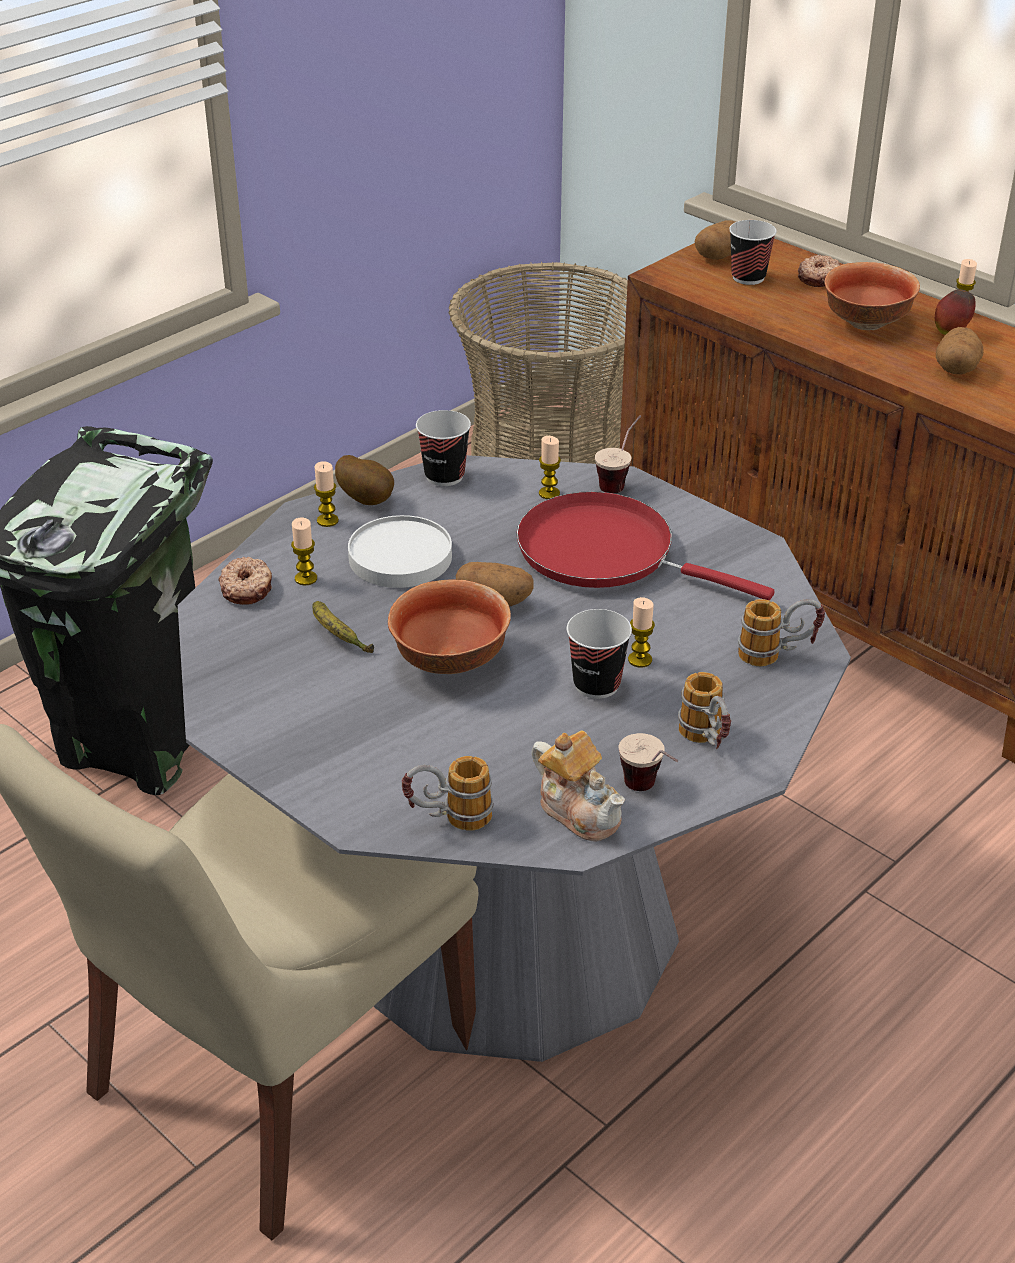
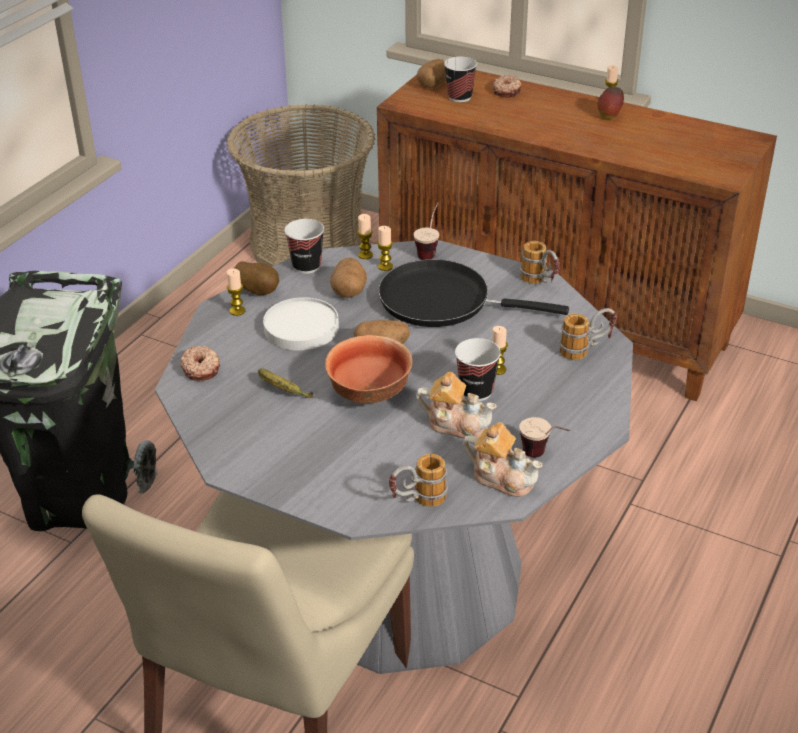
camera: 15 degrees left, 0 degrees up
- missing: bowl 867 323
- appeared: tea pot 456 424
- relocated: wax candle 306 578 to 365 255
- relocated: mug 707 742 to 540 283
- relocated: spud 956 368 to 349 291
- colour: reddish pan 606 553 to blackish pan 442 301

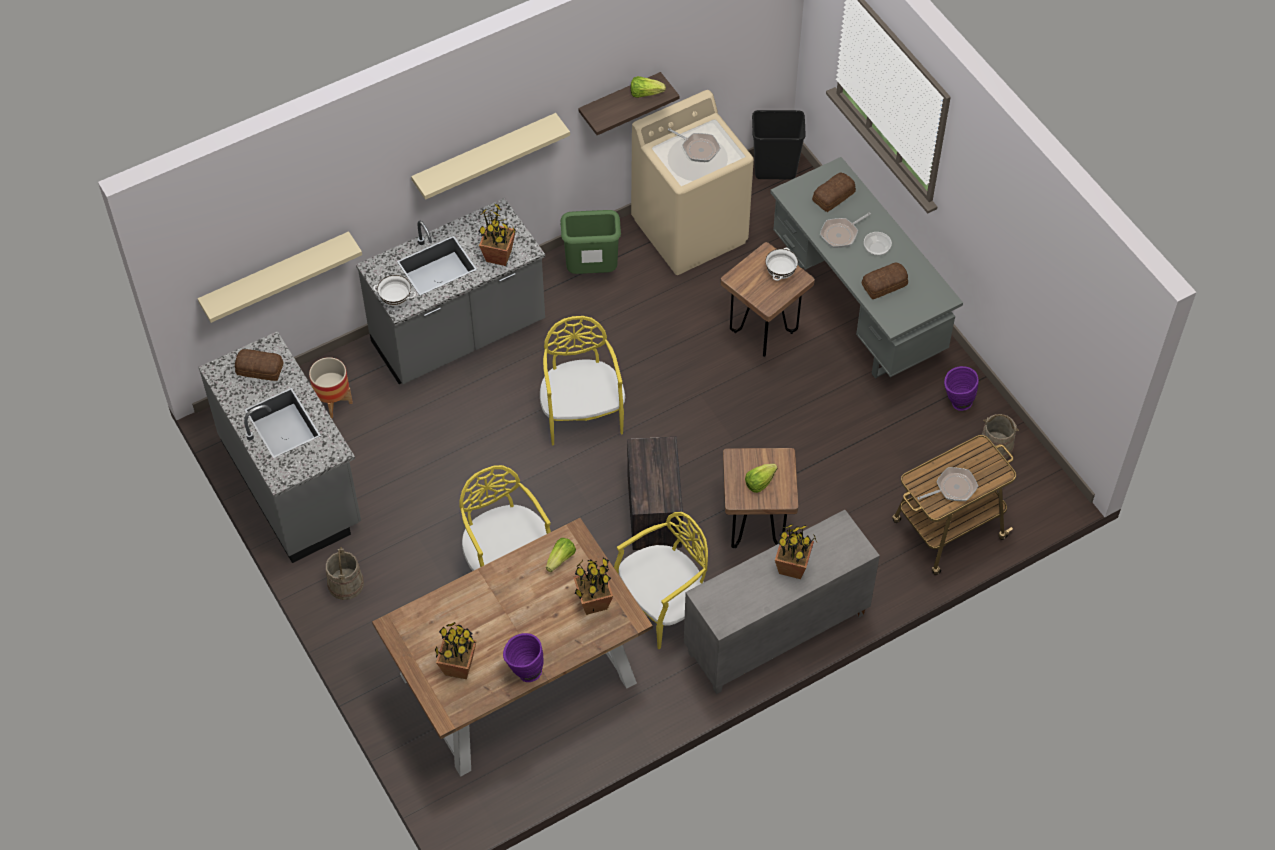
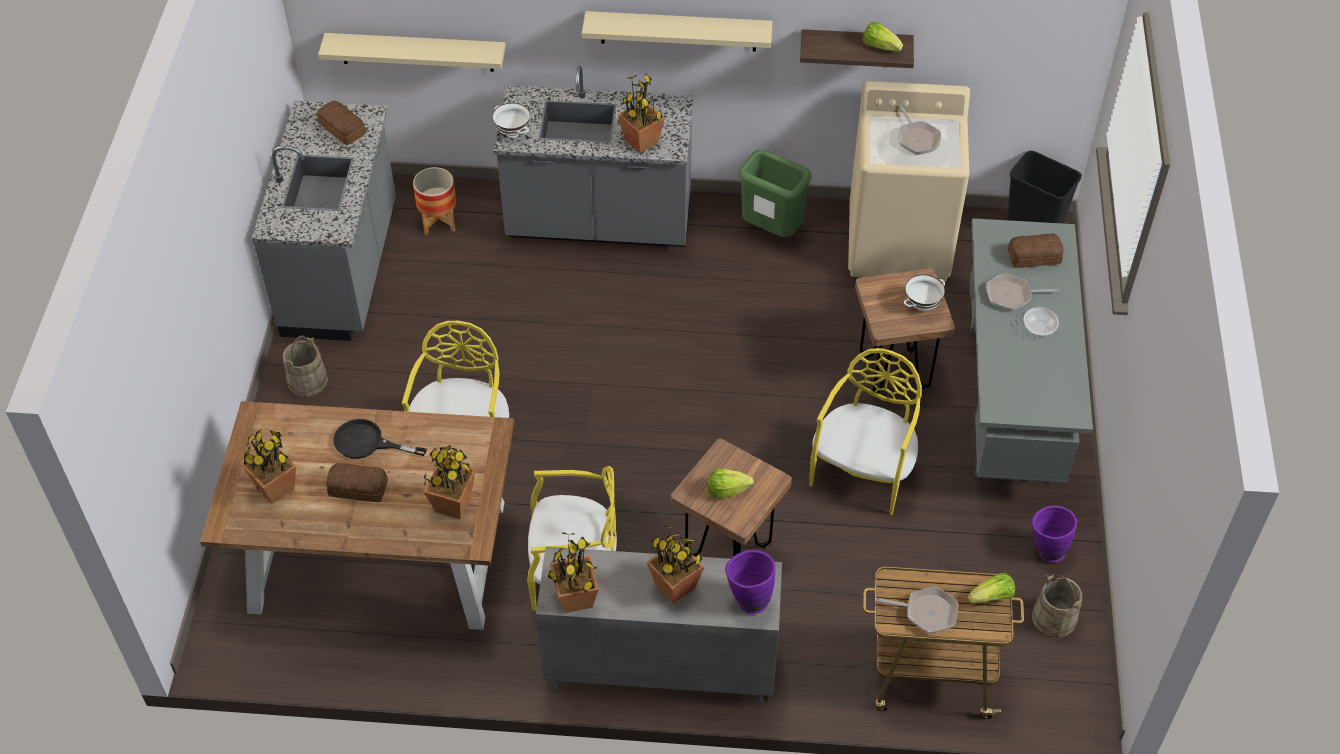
camera: 35 degrees right, 5 degrees down
- missing: packing crate 653 510
- appeared: blackish pan 367 443
- appeared: houseplant 576 599
- relocated: purplish flower vase 524 671 to 748 599
- relocated: yellow-coloured upright chair 582 414 to 863 472
- relocated: head of lettuce 561 559 to 992 597
- relocated: bread 885 285 to 359 489

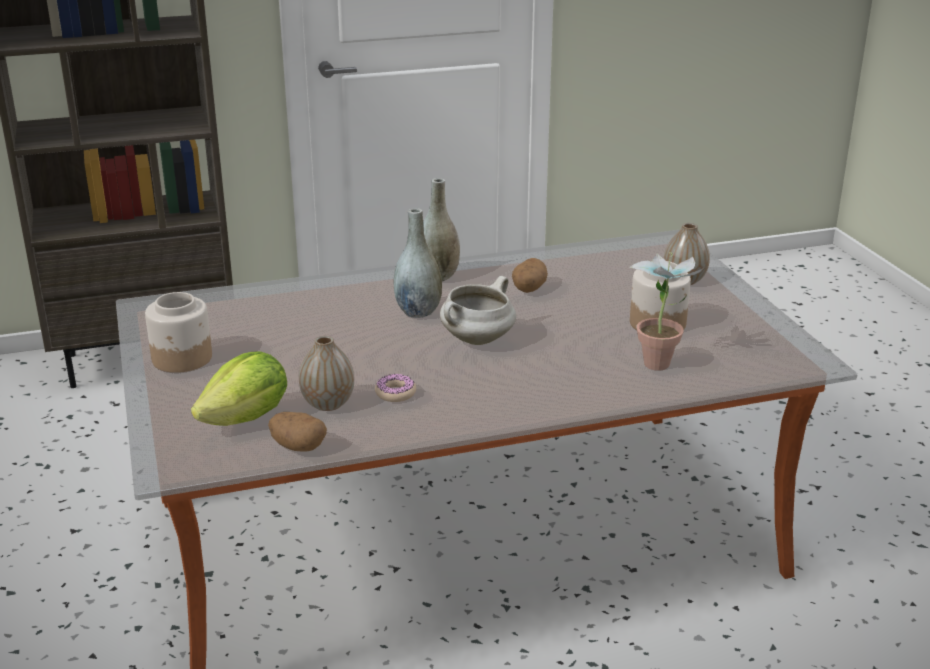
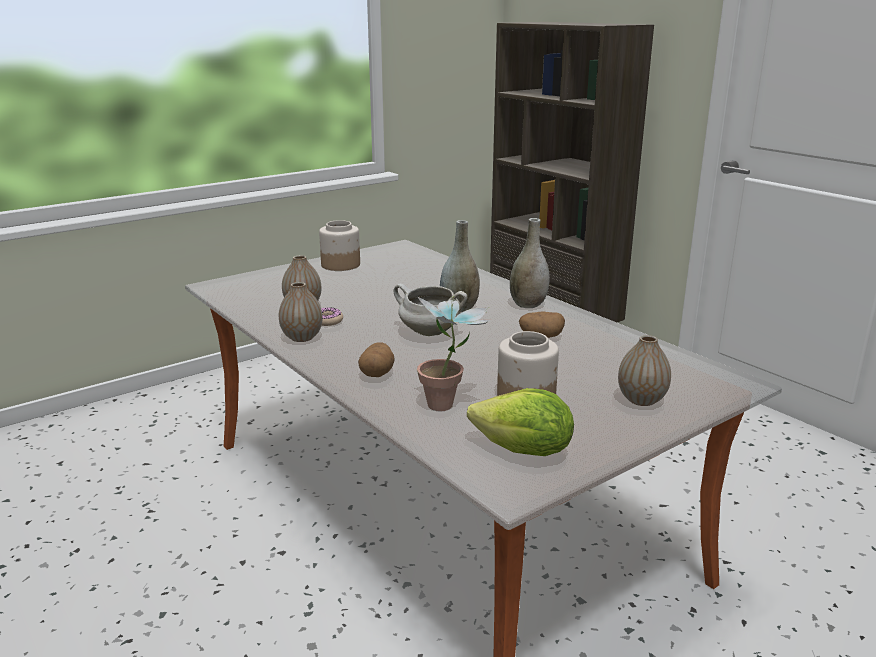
camera: 70 degrees right, 5 degrees down
- appeared: flower vase 302 338
- relocated: head of lettuce 247 418 to 524 451
- relocated: spud 298 446 to 377 373

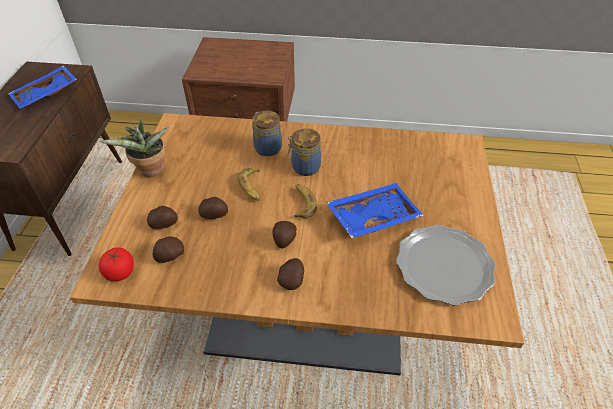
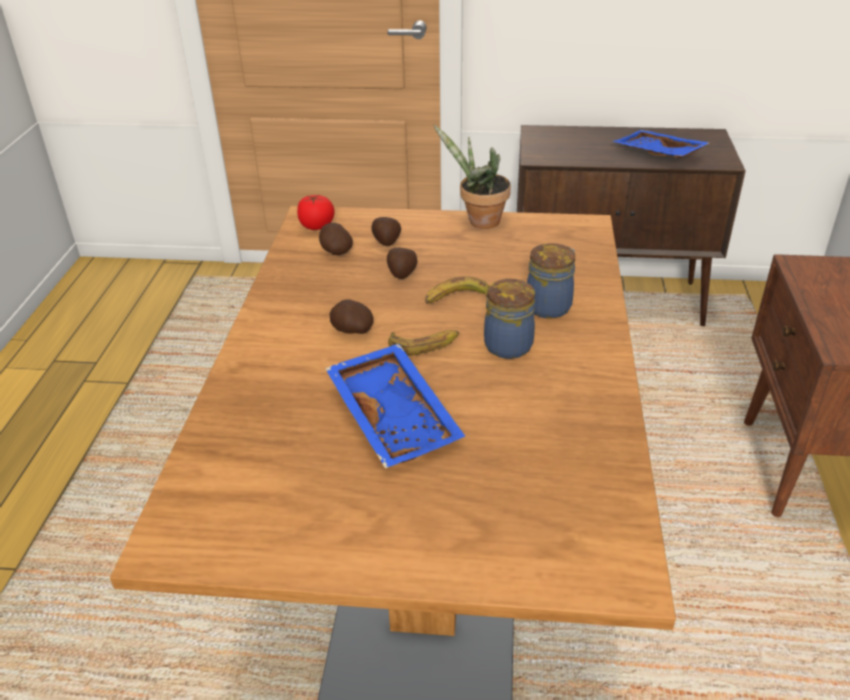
camera: 90 degrees right, 10 degrees down
- missing: spud 292 280
- missing: flat dish 444 266

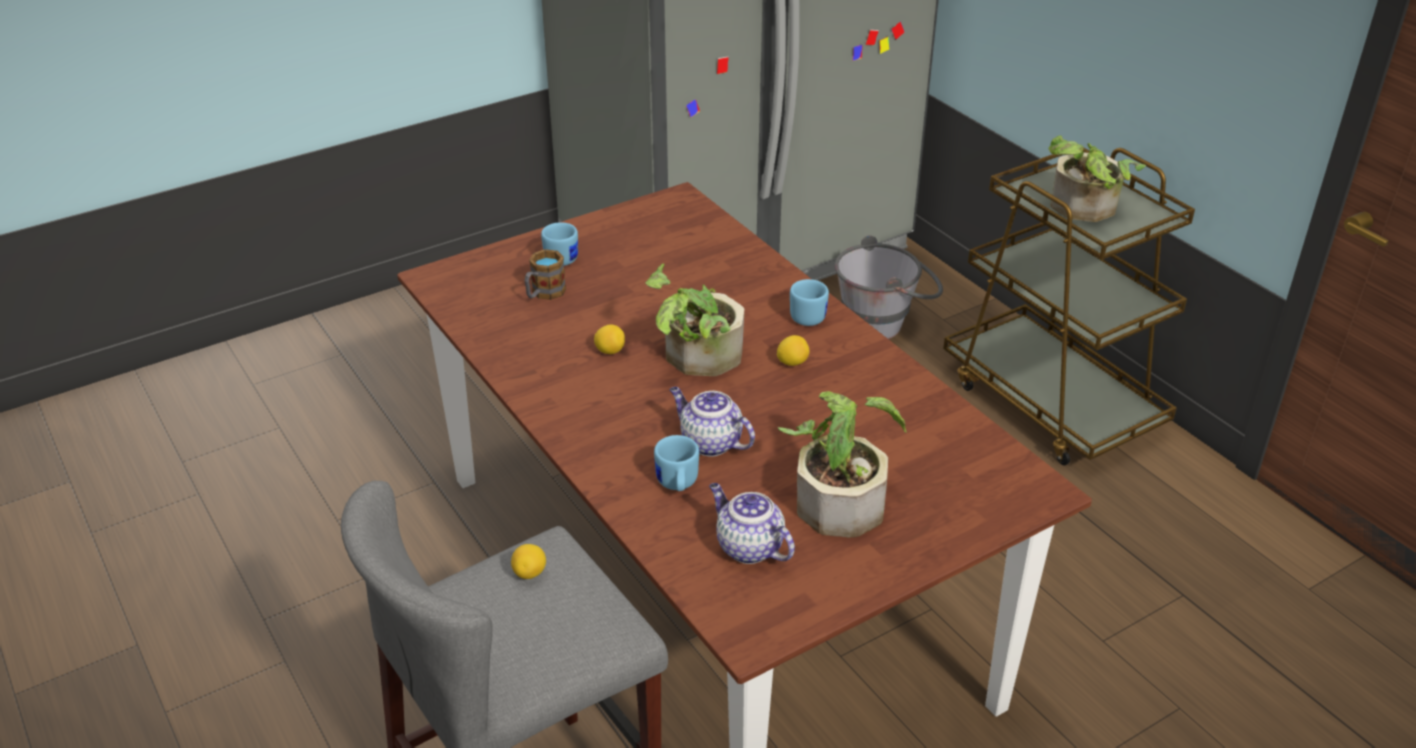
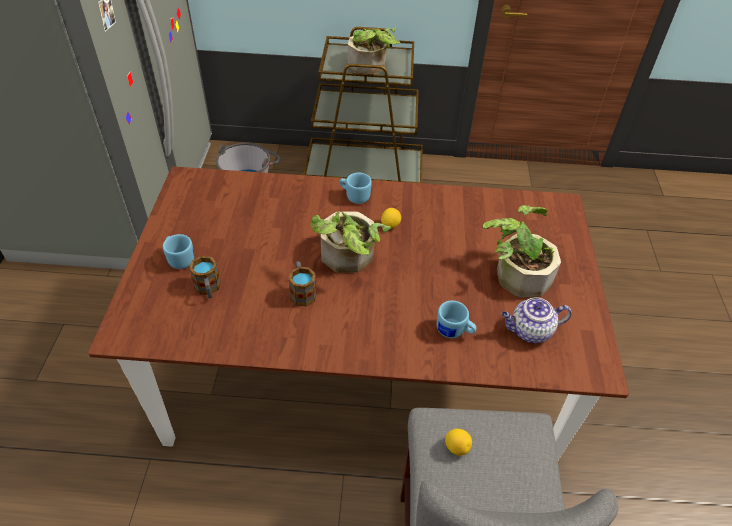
camera: 55 degrees left, 10 degrees up
- missing: tea pot 709 442
- exchanged: citrus fruit 610 351 to mug 302 291

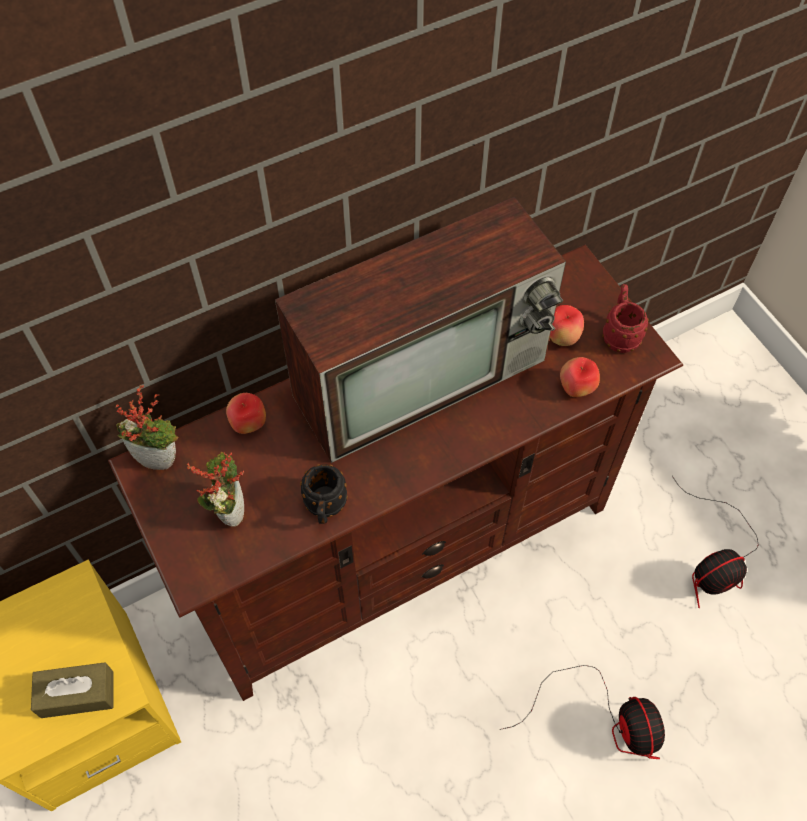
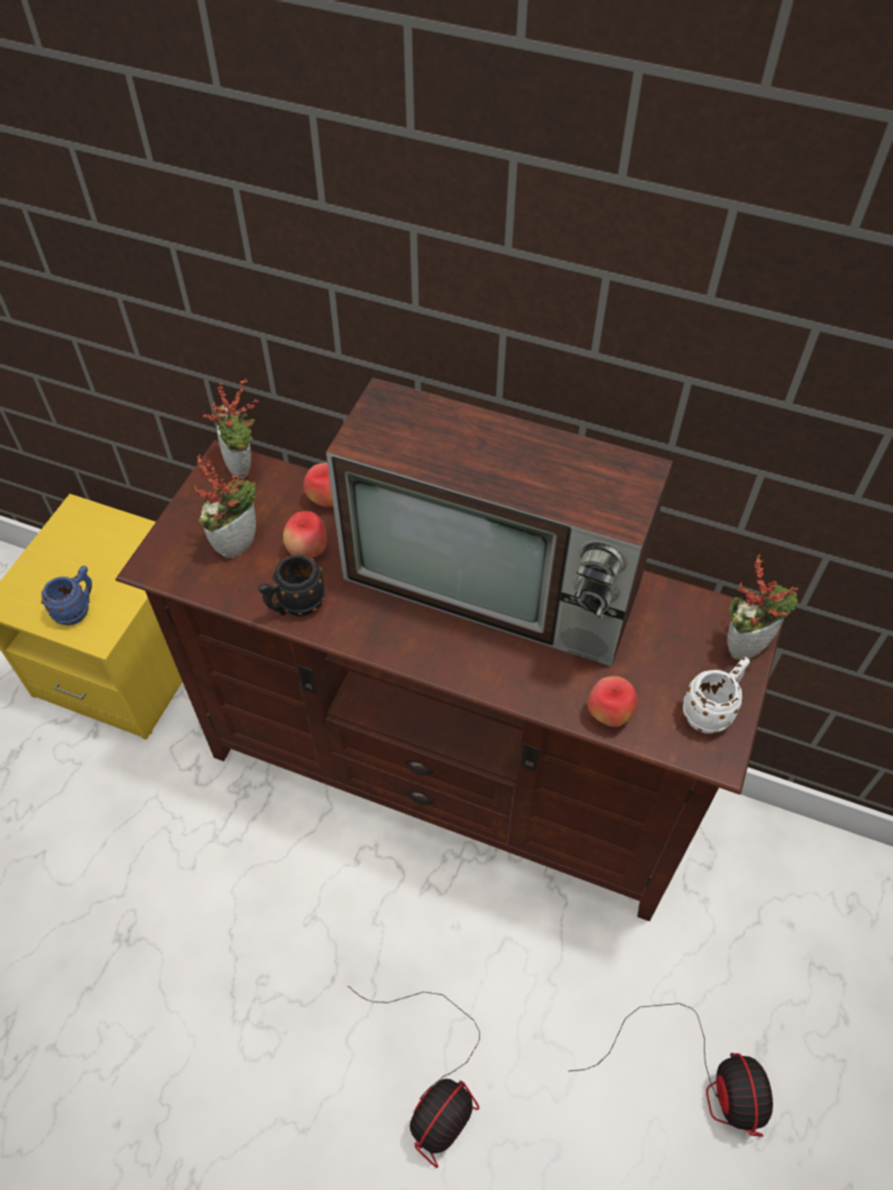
camera: 50 degrees right, 5 degrees down
- appeared: houseplant 745 643
- relocated: whole apple 562 337 to 308 551
- exchanged: brownish box of tissues 77 694 to bluish mug 77 609
- colour: reddish mug 619 334 to whitish mug 711 710
- spun: electric fan 715 560 = 700 1076 120 degrees counterclockwise

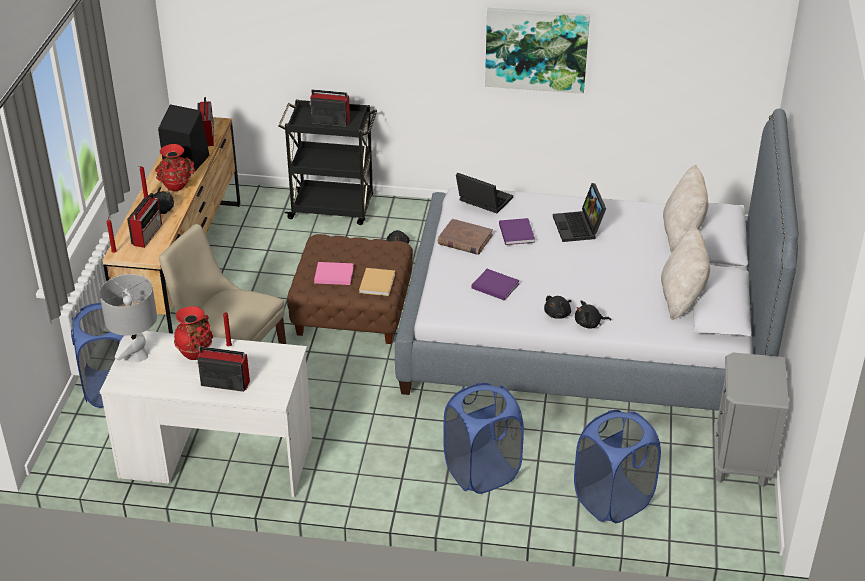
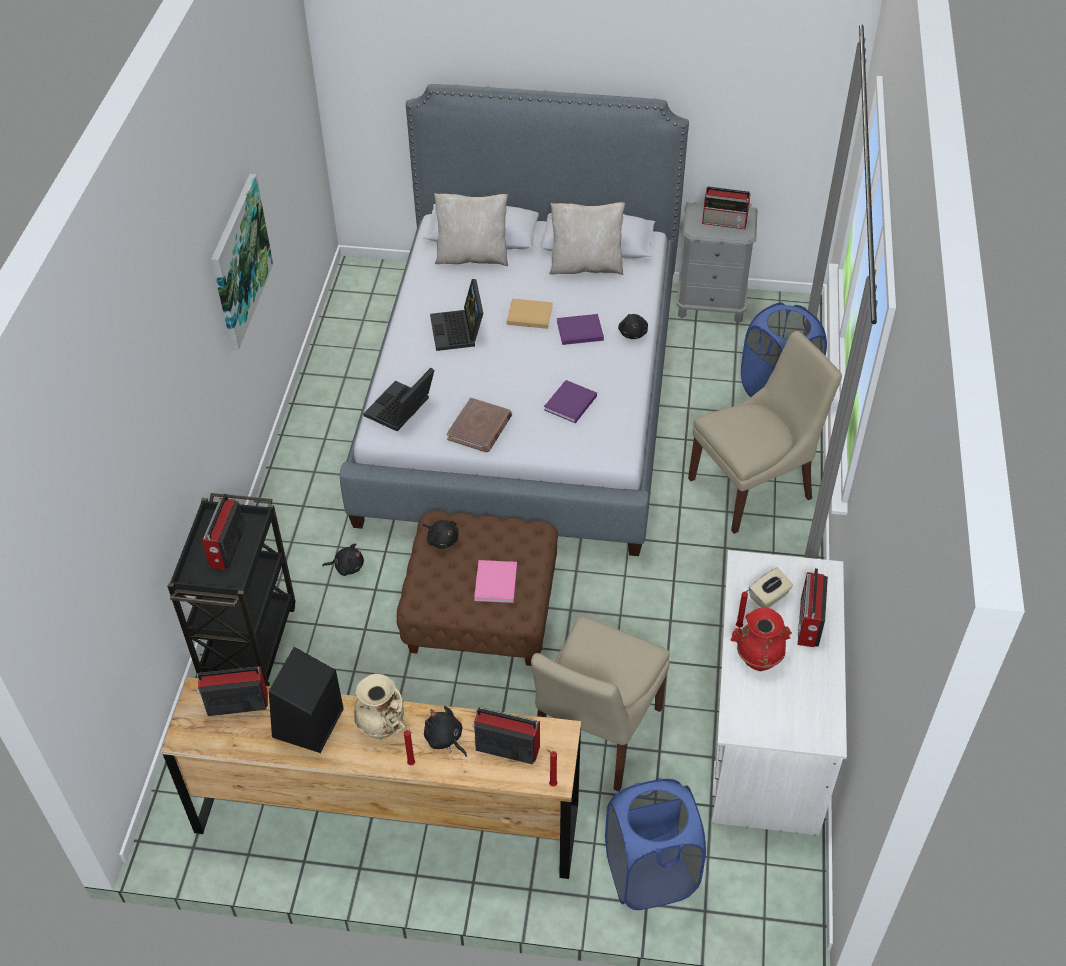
camera: 90 degrees left, 10 degrees up
- missing: greyish tabletop lamp 137 356
- appeared: radio set 725 222
- appeared: beige box of tissues 769 597
- relocated: beige book 377 282 to 528 315
- relocated: purplish book 516 232 to 578 331
- relocated: blackish plush toy 558 314 to 442 539
- exchanged: bluish laundry basket 481 472 to beige upright chair 753 487
- colour: reddish flower vase 177 187 to beige flower vase 383 726
- spun: portable computer 579 227 = 459 331 90 degrees clockwise

